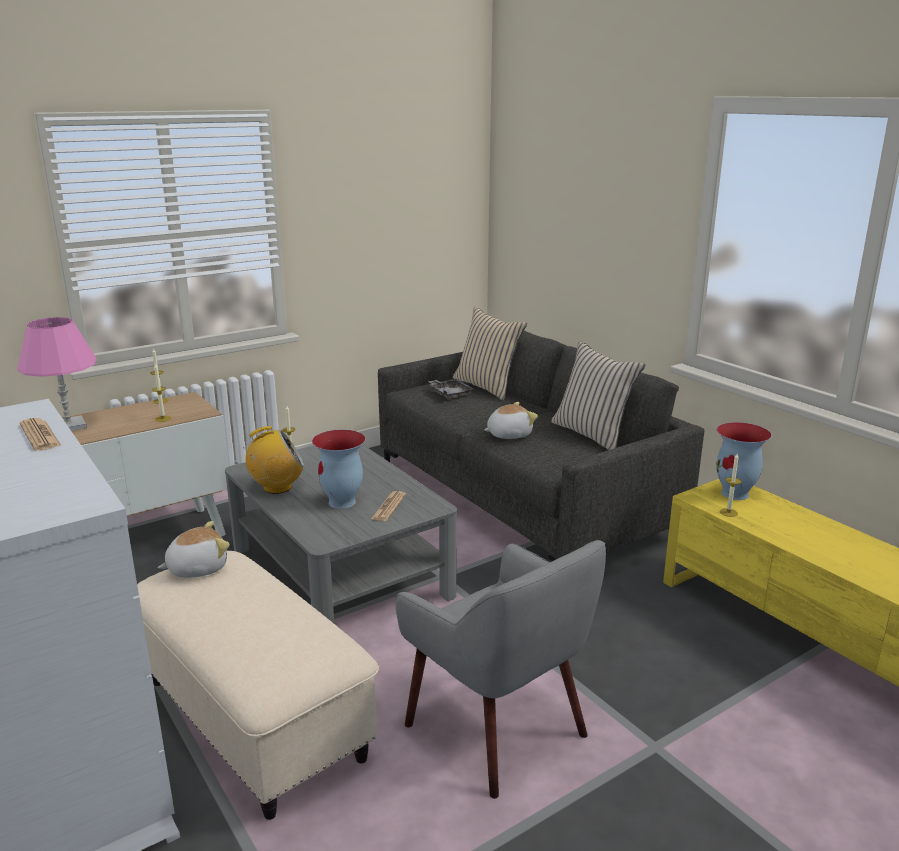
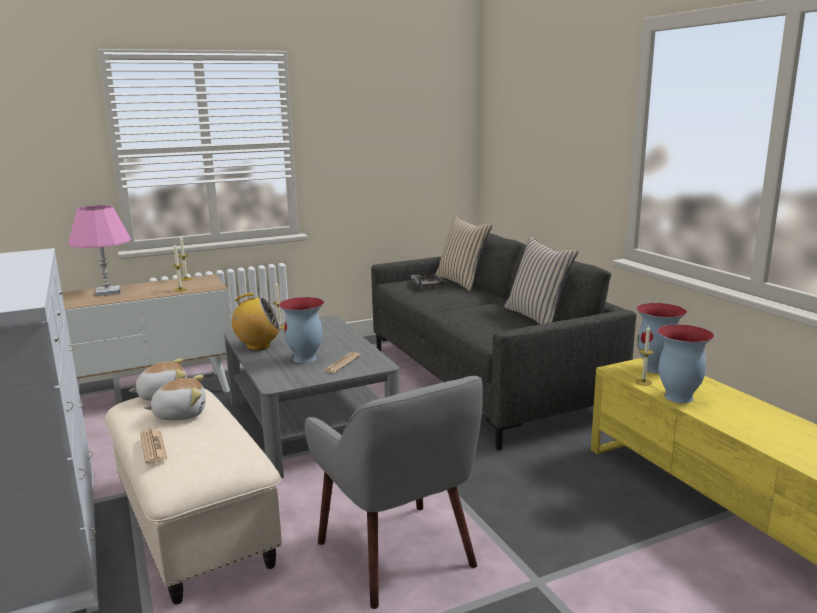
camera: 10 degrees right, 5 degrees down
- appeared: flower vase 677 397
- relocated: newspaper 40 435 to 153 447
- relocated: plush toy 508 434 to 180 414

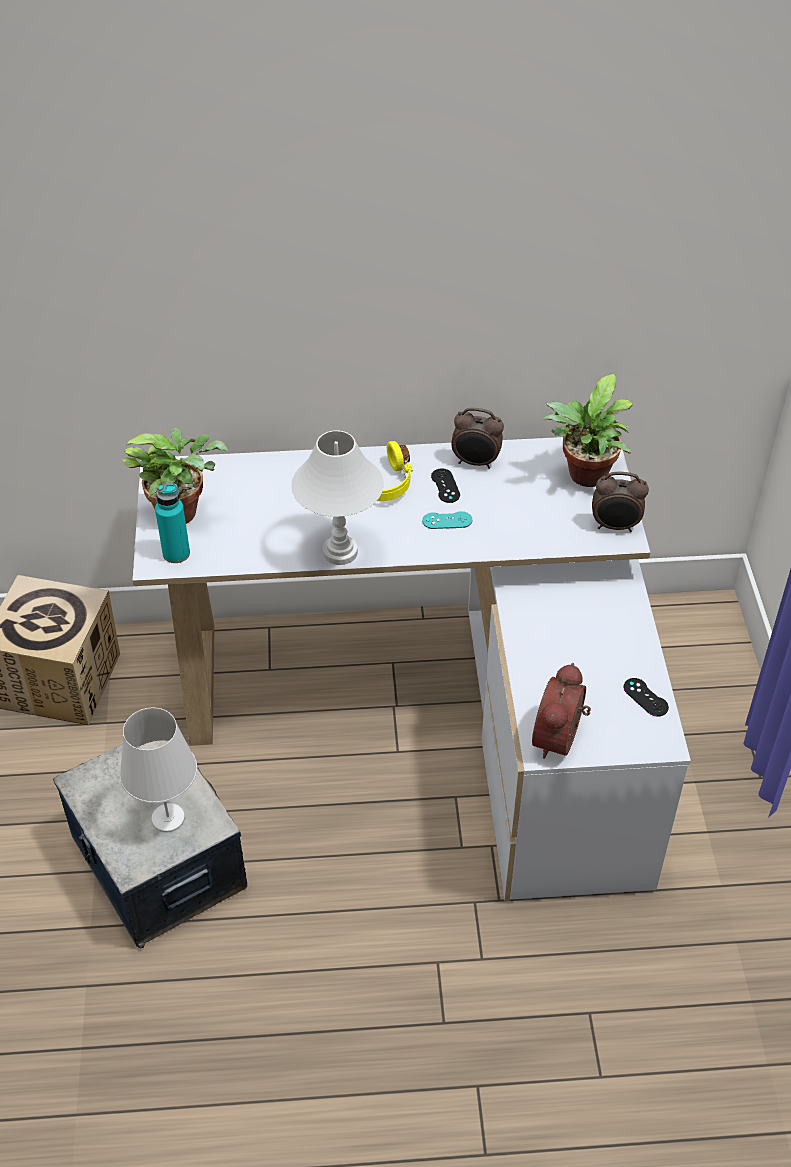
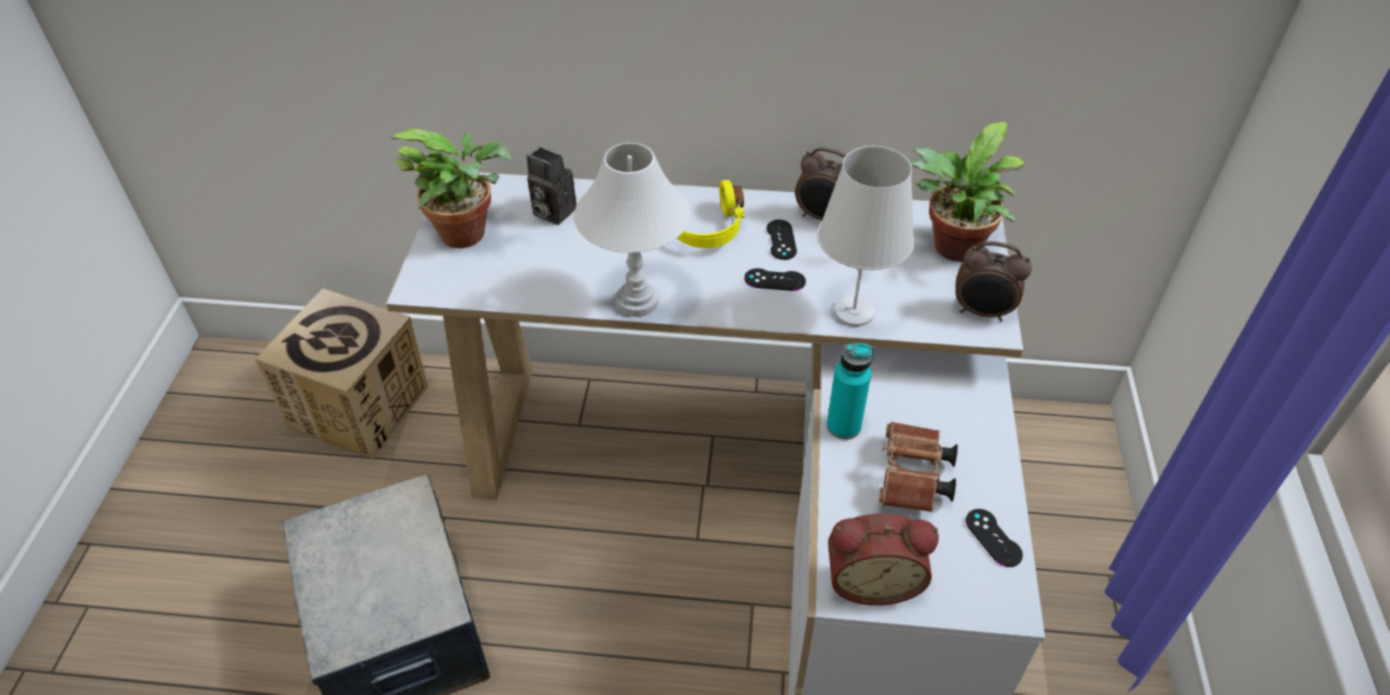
camera: 10 degrees right, 0 degrees up
- appeared: photo camera 551 212
- appeared: brownish pair of binoculars 912 480
- relocated: whitish tabletop lamp 168 818 to 854 312
- relocated: turquoise-coloured beverage bottle 176 553 to 843 426
- colour: turquoise-coloured joypad 447 520 to blackish joypad 774 280
- spun: bedside clock 561 739 = 872 579 120 degrees counterclockwise

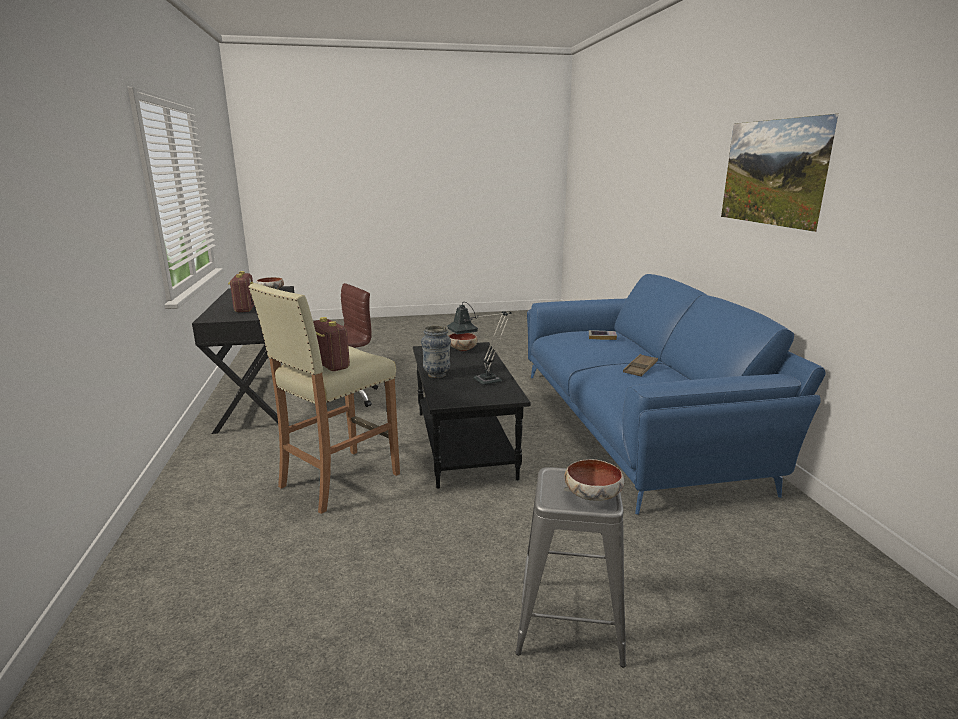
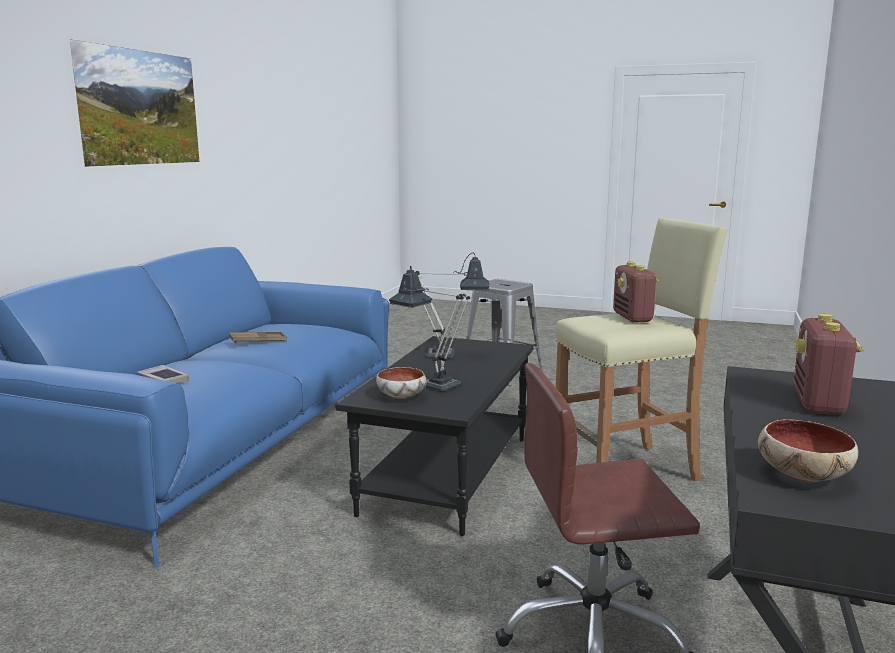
camera: 150 degrees left, 5 degrees down
- missing: flower vase 436 375
- missing: bowl 593 495
- appeared: tabletop lamp 433 384

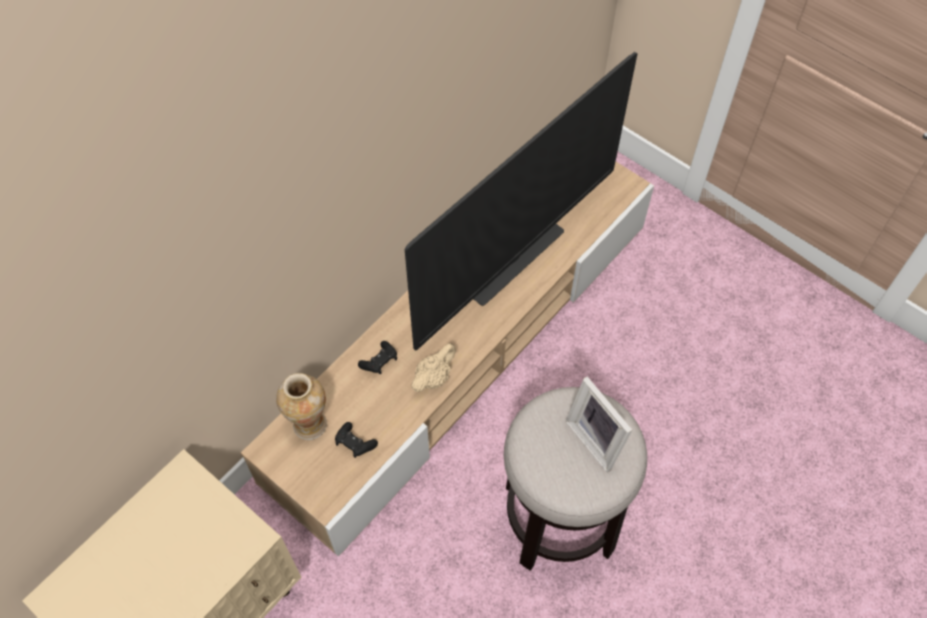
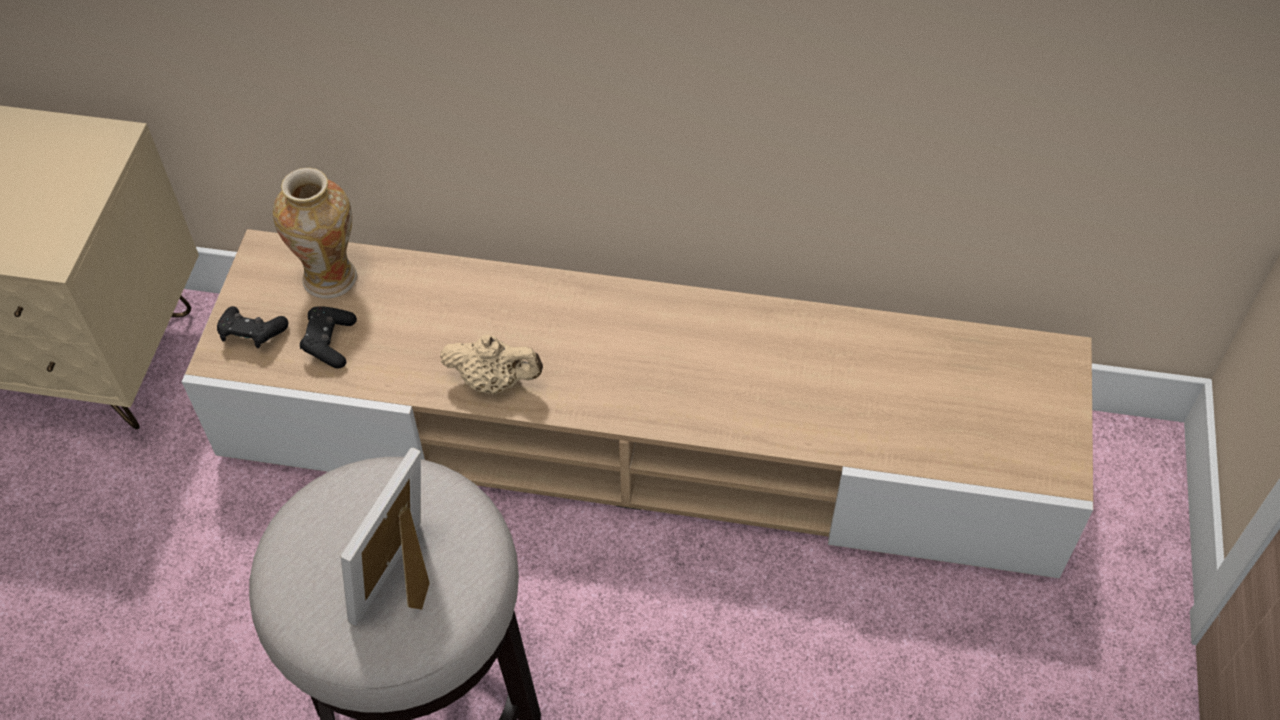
camera: 60 degrees right, 5 degrees down
- missing: television 515 261
- relocated: blackish joypad 380 362 to 252 335

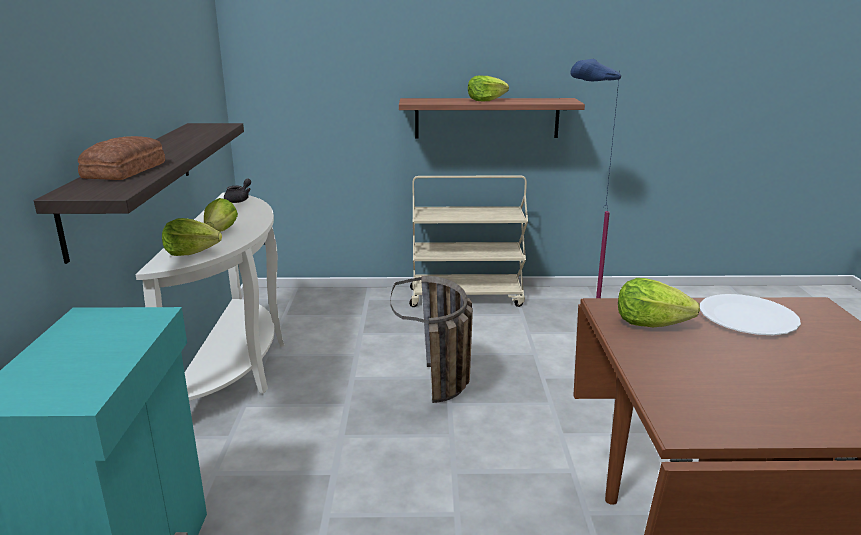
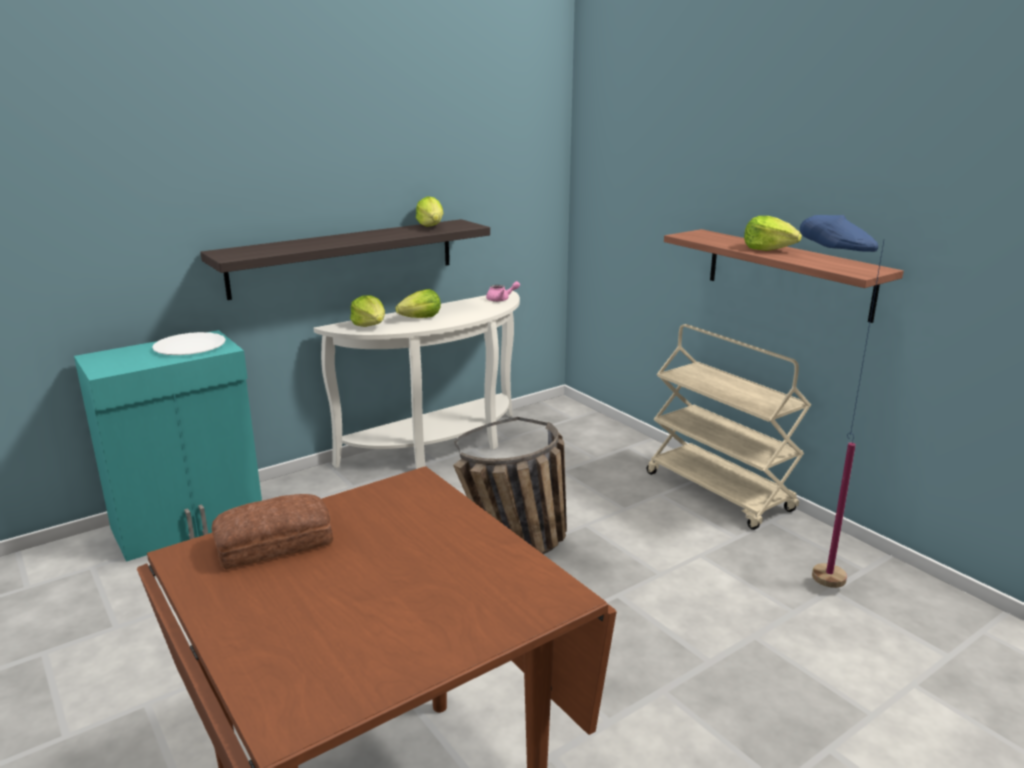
camera: 55 degrees right, 0 degrees up
- relocated: bread 127 170 to 276 543
- relocated: head of lettuce 649 324 to 431 226
- relocated: whitish flat dish 747 317 to 190 346
- colour: greyish tea pot 239 200 to pinkish tea pot 501 299

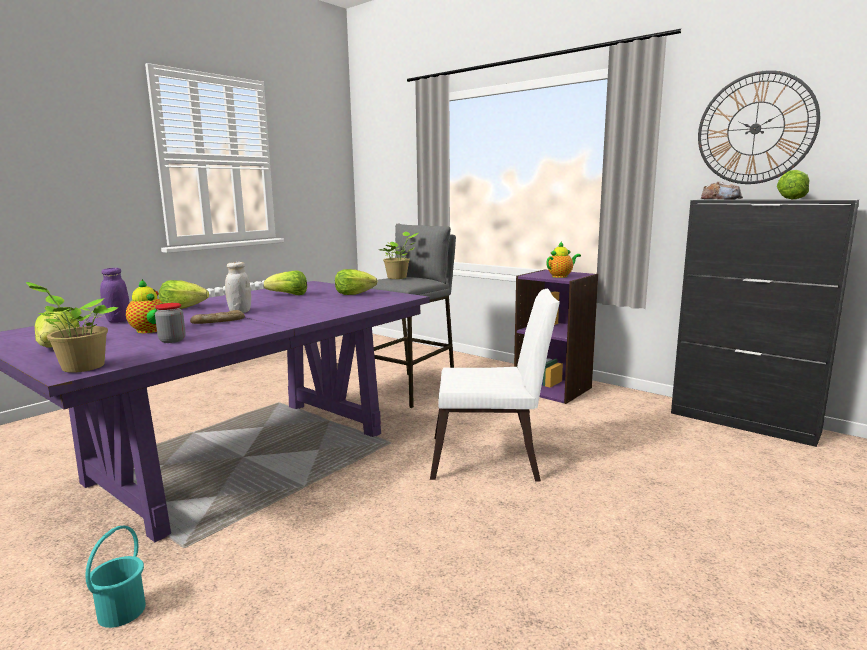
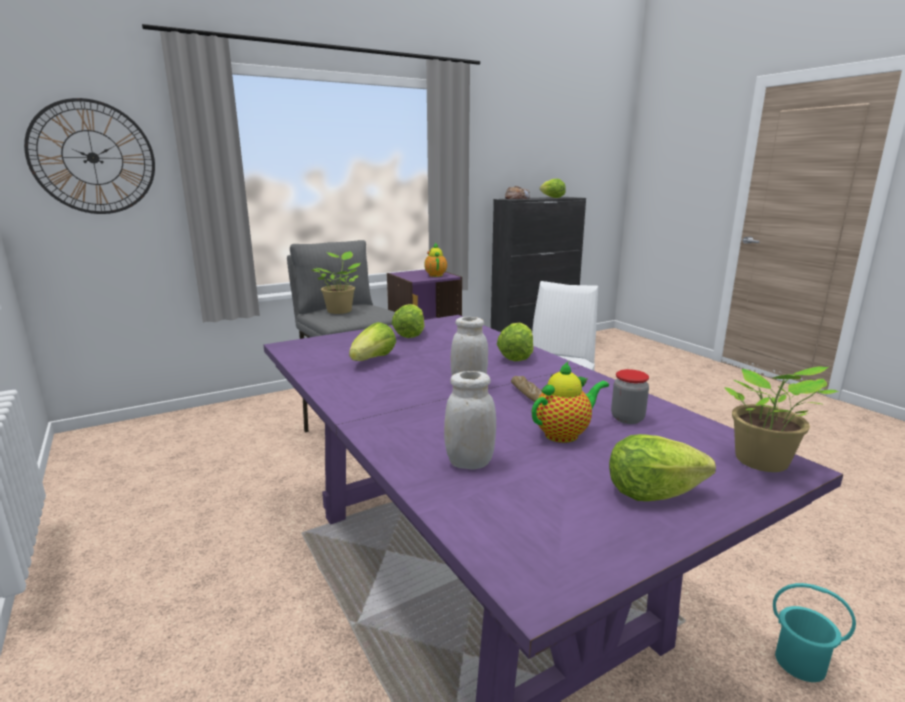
camera: 70 degrees left, 5 degrees up
- relocated: head of lettuce 183 308 to 516 357
- relocated: wall clock 755 128 to 93 157
- colour: purplish preserve jar 118 321 to whitish preserve jar 469 463

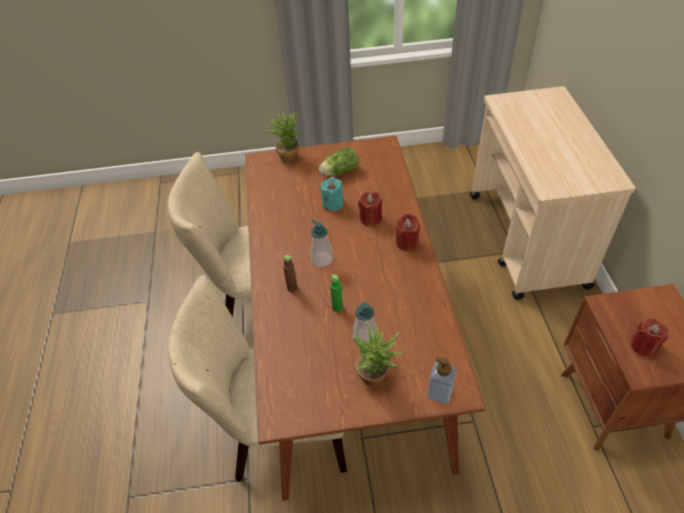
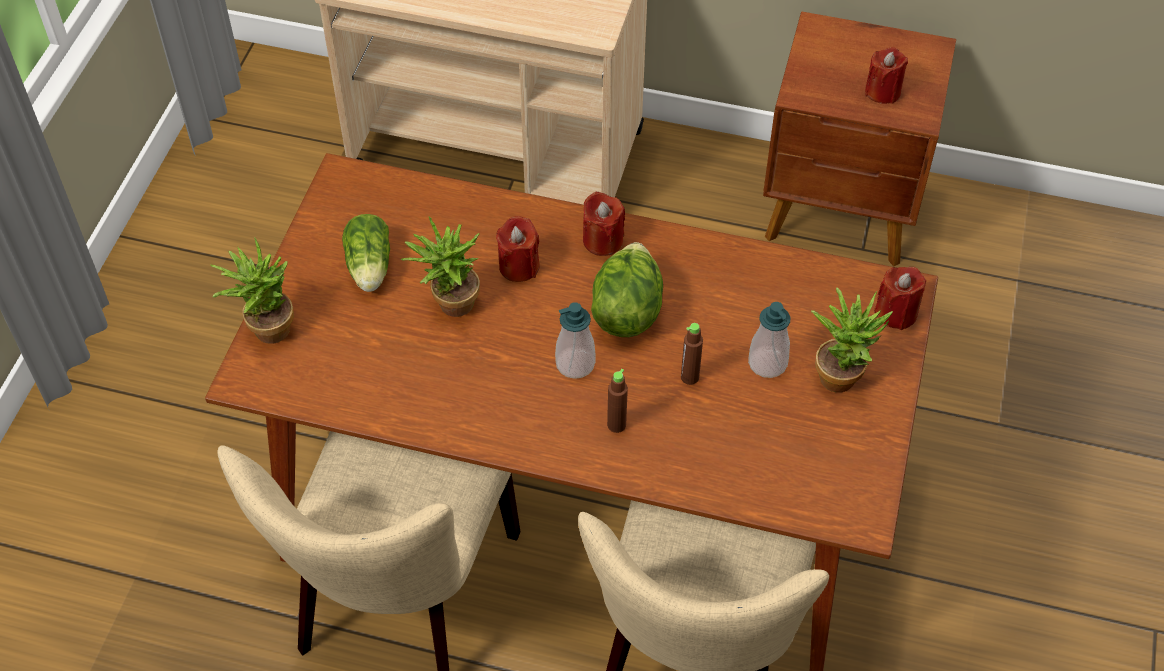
camera: 70 degrees left, 5 degrees up
- appeared: head of lettuce 627 310
- exchanged: turquoise-coloured wax candle 333 204 to houseplant 449 305
- exchanged: liquid soap bottle 440 393 to reddish wax candle 896 313
- colour: green-coloured beverage bottle 337 307 to brownish beverage bottle 689 377

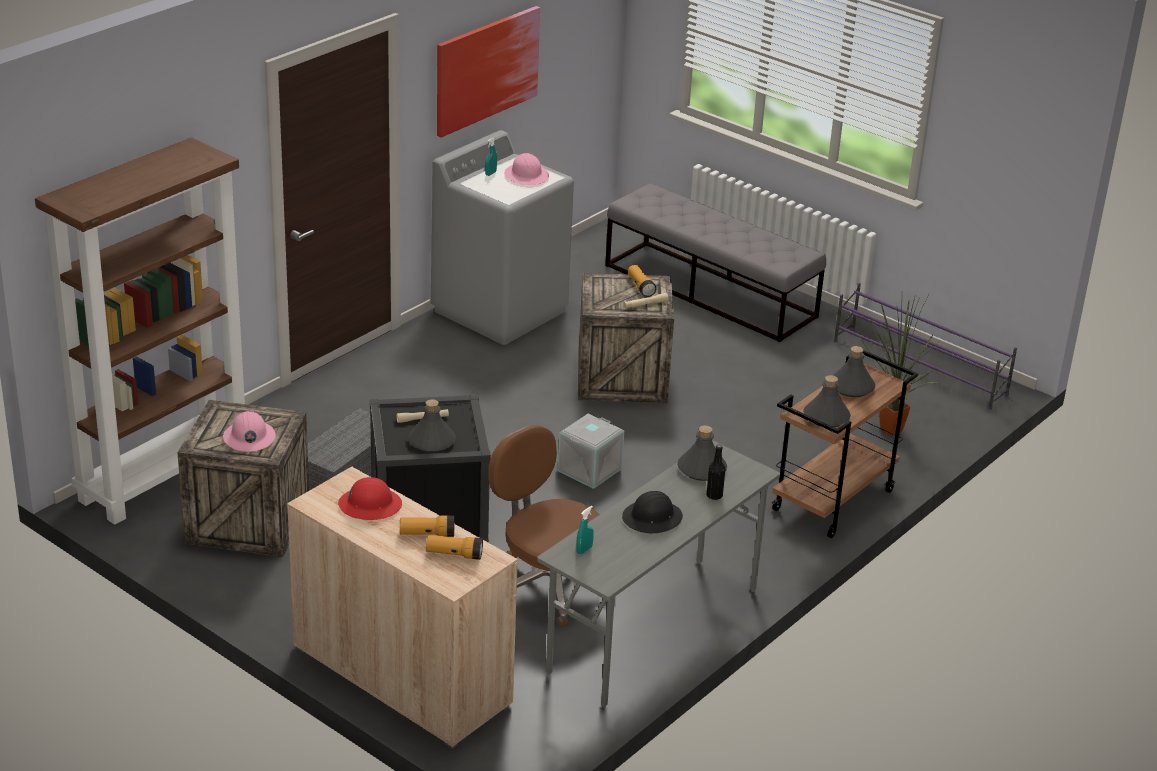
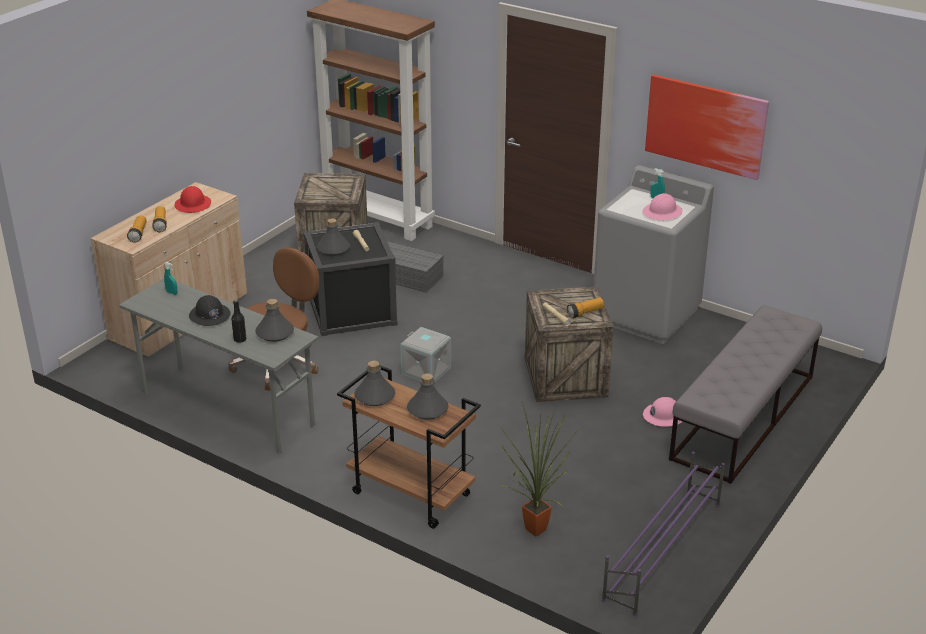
camera: 85 degrees right, 0 degrees up
- relocated: pinkish hard hat 249 438 to 663 416

